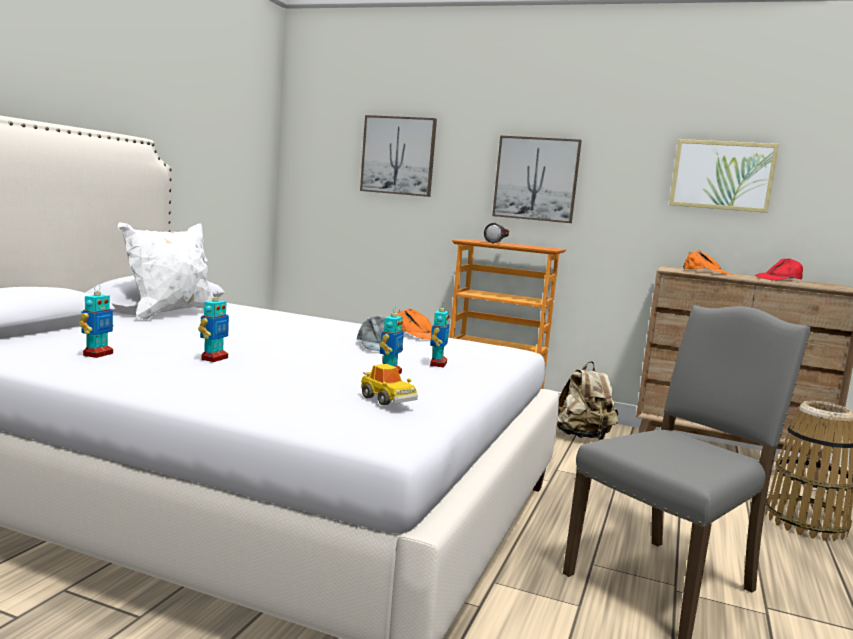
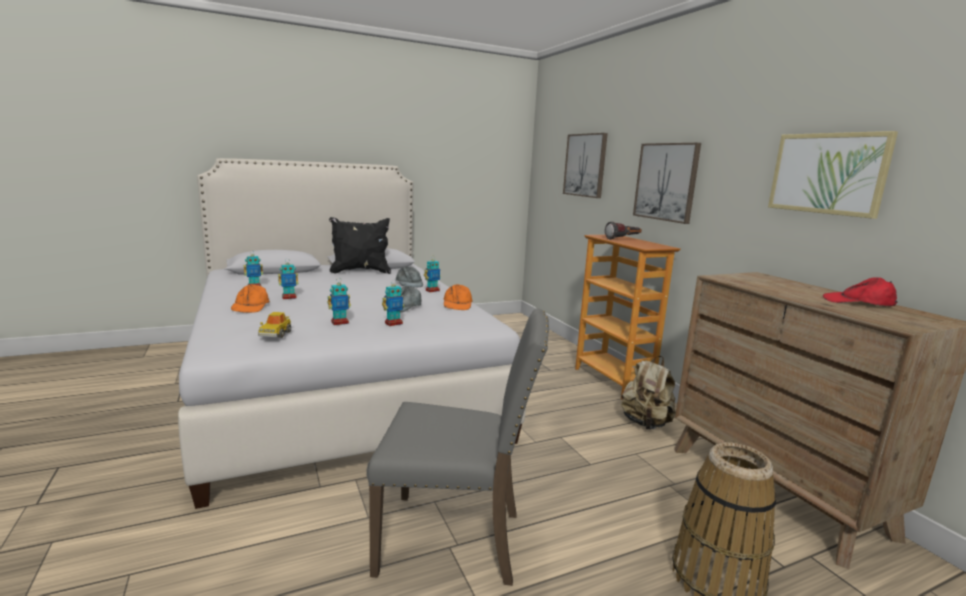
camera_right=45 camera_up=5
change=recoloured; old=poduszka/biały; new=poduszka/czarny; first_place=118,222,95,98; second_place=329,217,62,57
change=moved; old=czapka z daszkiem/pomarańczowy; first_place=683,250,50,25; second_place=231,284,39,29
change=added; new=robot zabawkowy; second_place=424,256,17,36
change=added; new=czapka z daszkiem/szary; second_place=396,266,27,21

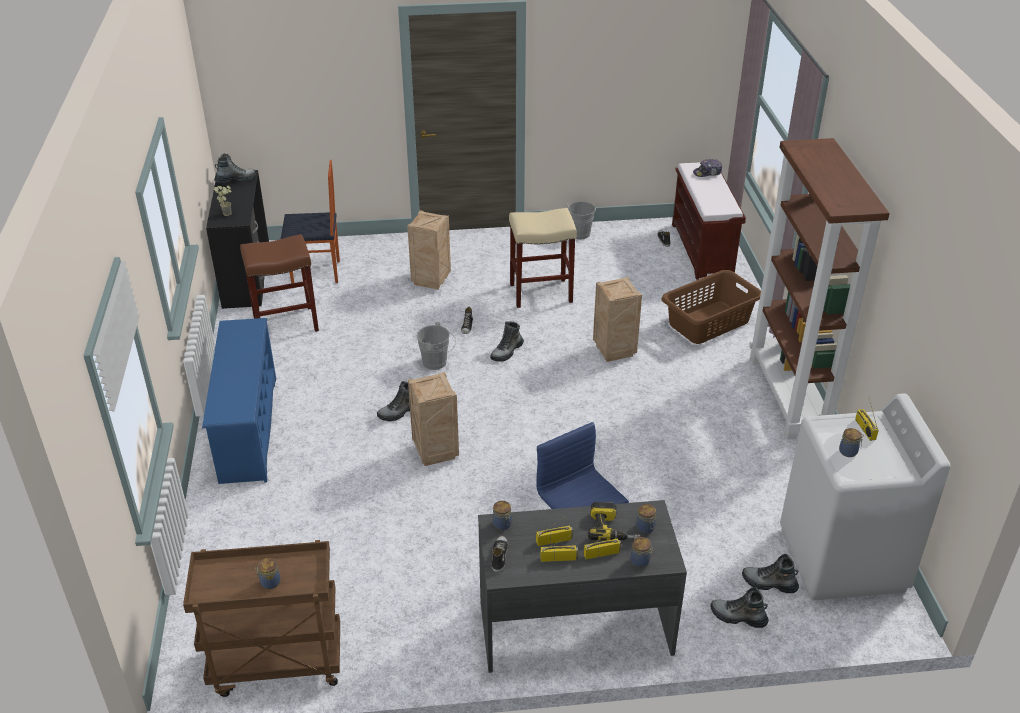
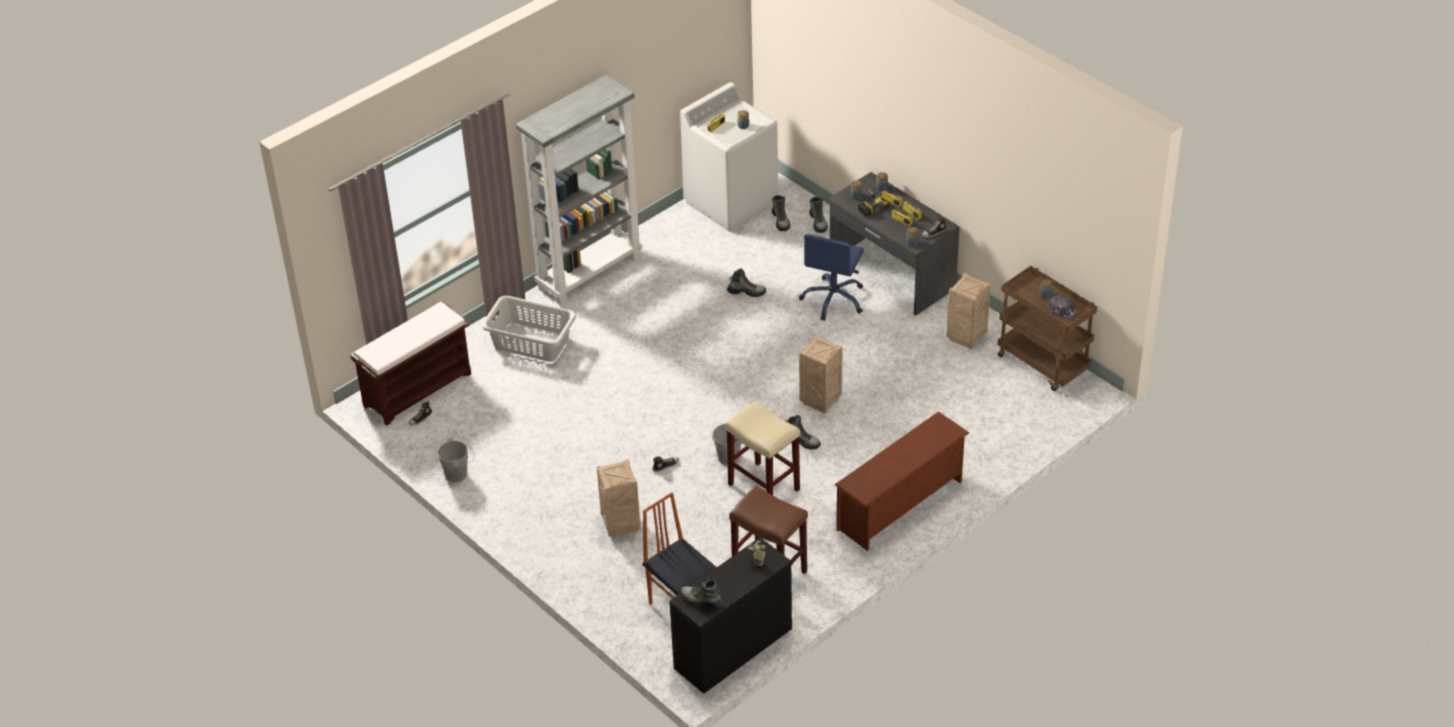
camera_right=-125 camera_up=5
change=recoloured; old=regał/brązowy; new=regał/szary; first_place=749,138,141,302; second_place=516,75,126,231
change=moved; old=czapka z daszkiem; first_place=693,159,29,18; second_place=1047,295,31,24
change=moved; old=stołek/beżowy; first_place=509,208,68,100; second_place=725,401,75,94
change=recoloured; old=kosz na pranie/brązowy; new=kosz na pranie/szary; first_place=661,270,100,74; second_place=482,296,94,66
change=moved; old=skrzynka; first_place=593,277,49,85; second_place=946,273,45,76
change=recoloured; old=regał na buty/niebieski; new=regał na buty/brązowy; first_place=202,318,74,166; second_place=835,411,134,140
change=moved; old=but z cholewką; first_place=490,322,34,40; second_place=727,269,39,28

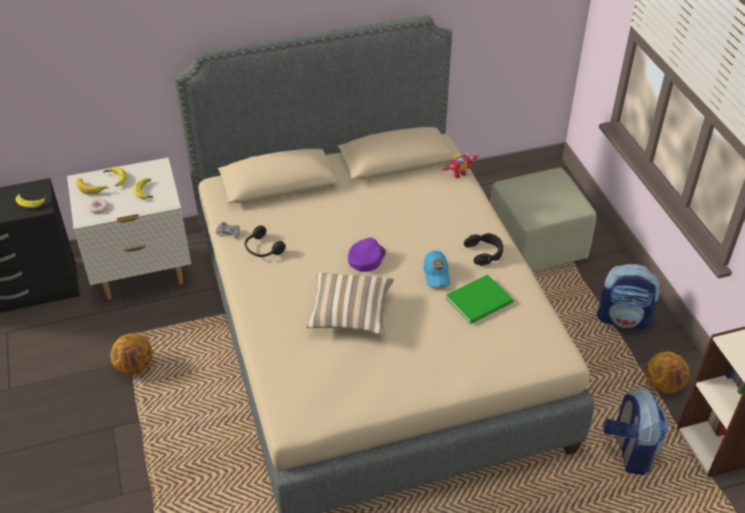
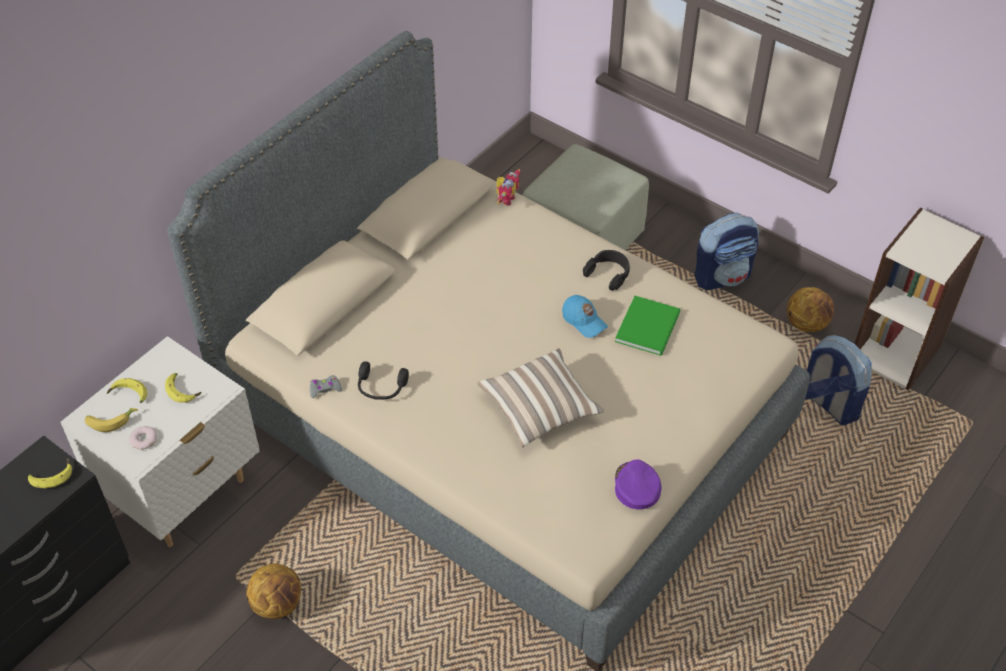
camera_right=-35 camera_up=5
change=moved; old=czapka z daszkiem/fioletowy; first_place=348,238,38,34; second_place=615,460,47,49

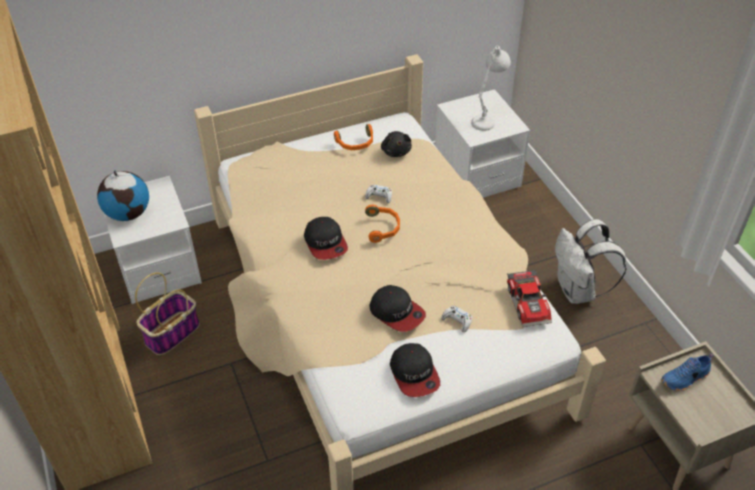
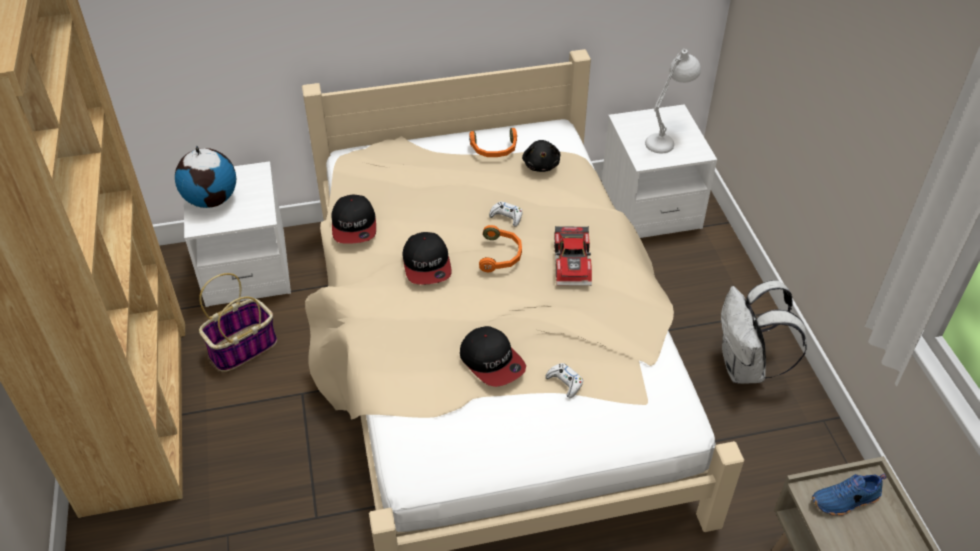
camera_right=10 camera_up=0
change=moved; old=samochodzik; first_place=507,270,45,57; second_place=554,226,38,60
change=moved; old=czapka z daszkiem; first_place=390,343,50,54; second_place=331,195,45,49

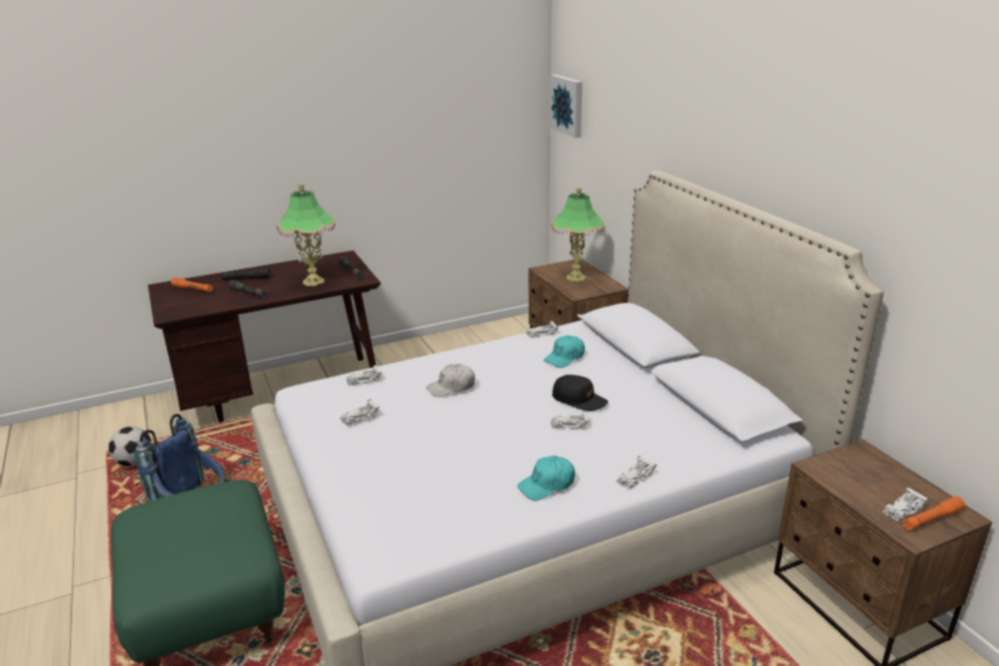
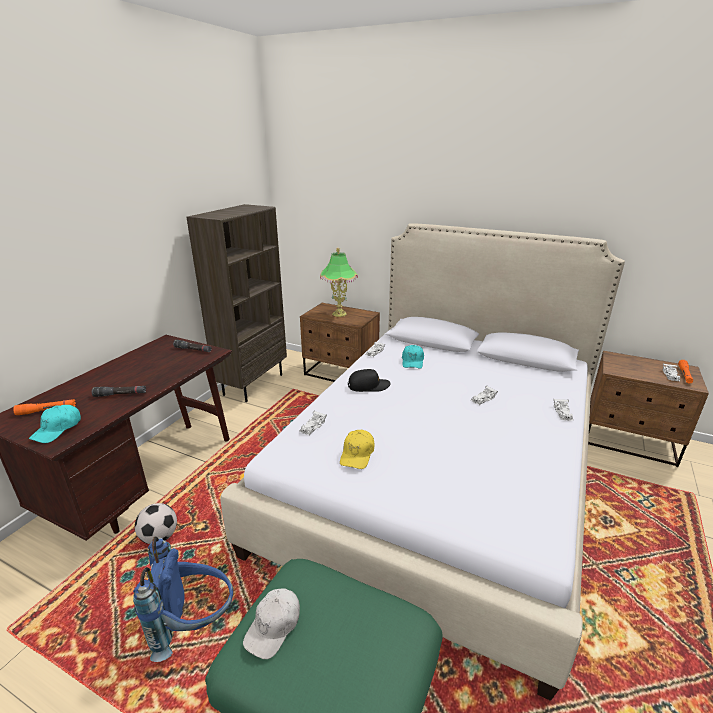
camera_right=-40 camera_up=0
change=removed; old=obraz; first_place=550,75,32,63
change=removed; old=lampa stołowa; first_place=277,184,58,102
change=removed; old=latarka/czarny; first_place=221,268,49,12
change=moved; old=czapka z daszkiem/biały; first_place=426,364,49,33; second_place=243,588,57,71
change=moved; old=czapka z daszkiem/czarny; first_place=552,375,56,36; second_place=348,369,42,23
change=replaced; old=samochodzik/biały; new=czapka z daszkiem/żółty; first_place=340,399,39,27; second_place=340,430,35,39
change=moved; old=piłka futbolowa; first_place=108,426,44,40; second_place=135,503,42,41
change=moved; old=czapka z daszkiem/turkusowy; first_place=517,455,58,46; second_place=29,405,52,38
change=added; new=regał/brązowy; second_place=186,204,101,198

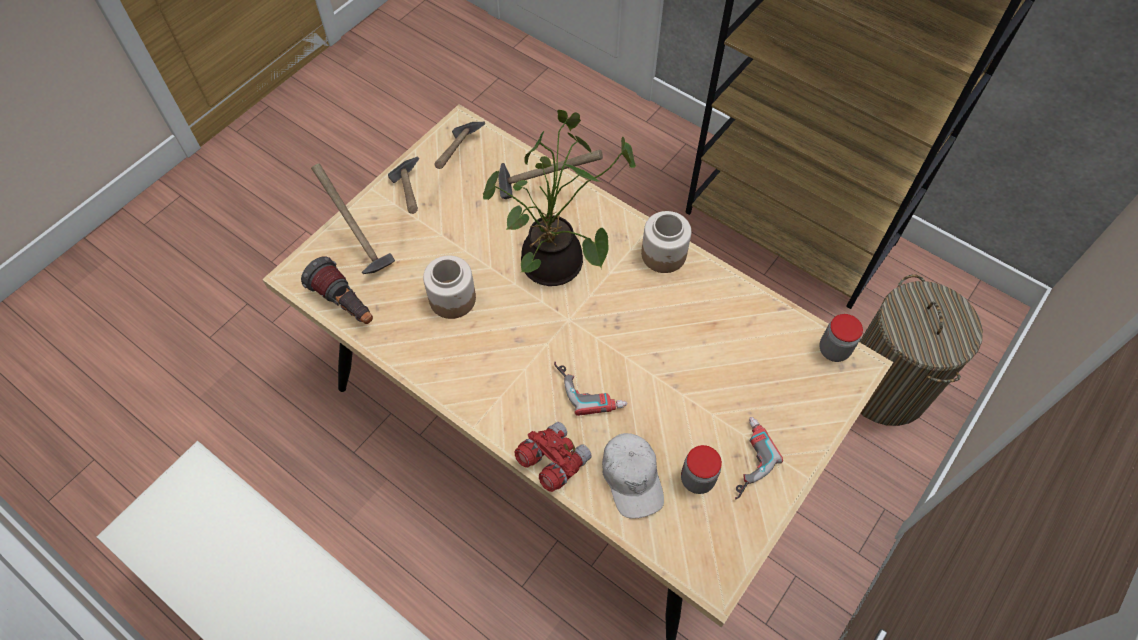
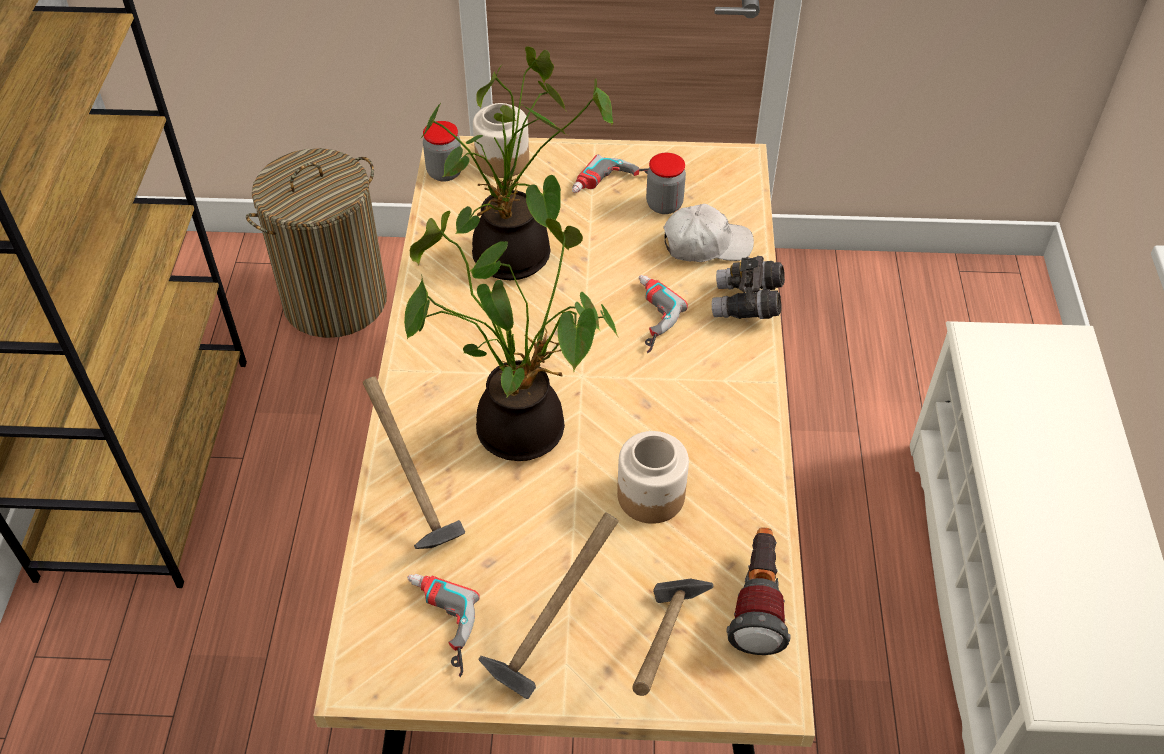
camera_right=-125 camera_up=-10
change=replaced; old=młotek; new=wiertarka; first_place=435,122,50,47; second_place=407,574,73,103
change=moved; old=słoik; first_place=641,211,50,62; second_place=473,103,56,75
change=recoloured; old=lornetka/czerwony; new=lornetka/szary; first_place=515,422,77,70; second_place=712,255,73,64
change=turned; old=czapka z daszkiem/biały; first_place=602,433,62,86; second_place=663,204,91,58; degrees=45
change=added; new=roślina doniczkowa; second_place=421,46,192,234

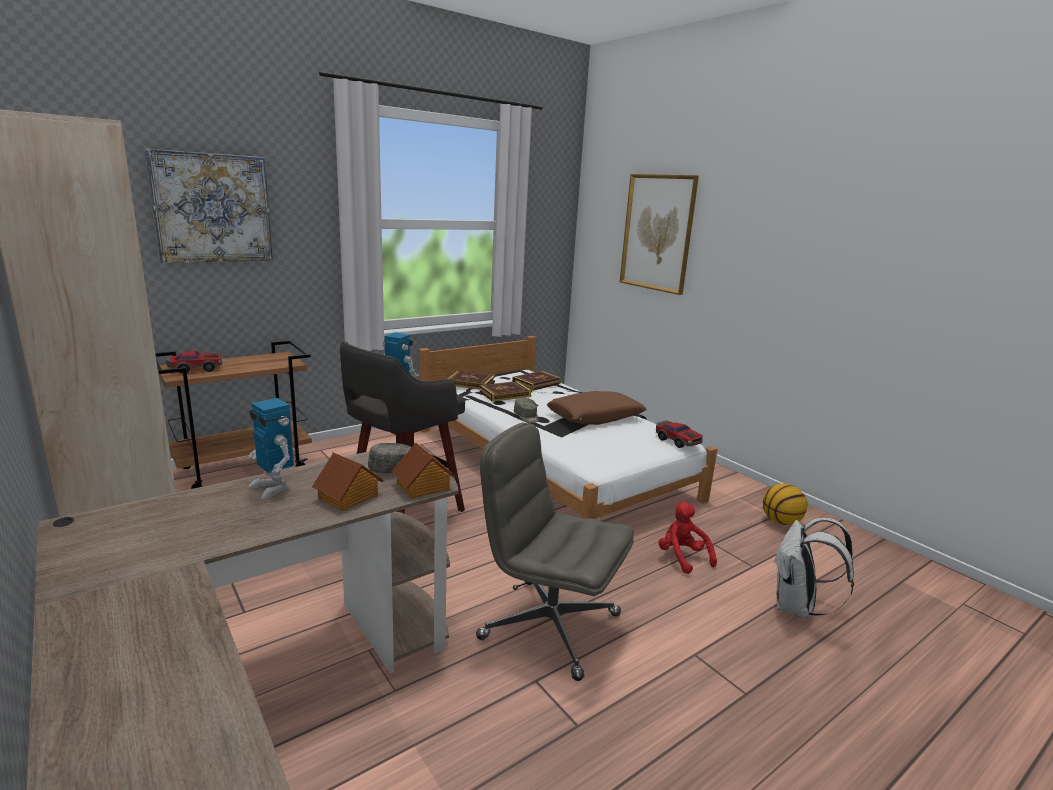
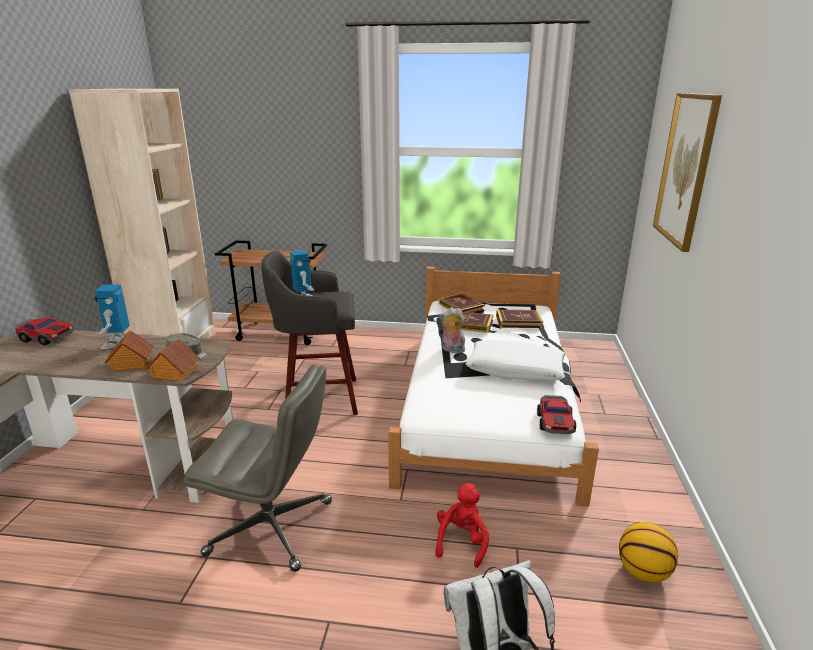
camera_right=45 camera_up=5
change=removed; old=obraz; first_place=145,148,128,115
change=moved; old=samochodzik; first_place=166,351,56,23; second_place=15,318,59,28
change=recoloured; old=poduszka/brązowy; new=poduszka/biały; first_place=547,391,99,34; second_place=466,340,99,41
change=replaced; old=czapka z daszkiem/szary; new=pluszak; first_place=514,397,25,26; second_place=439,307,26,47
change=turned; old=krzesło biurowe/szary; first_place=476,423,158,258; second_place=185,364,147,208; degrees=120

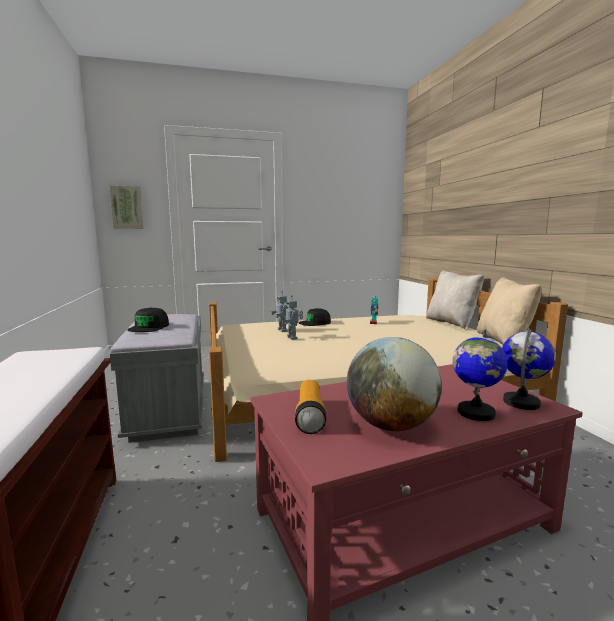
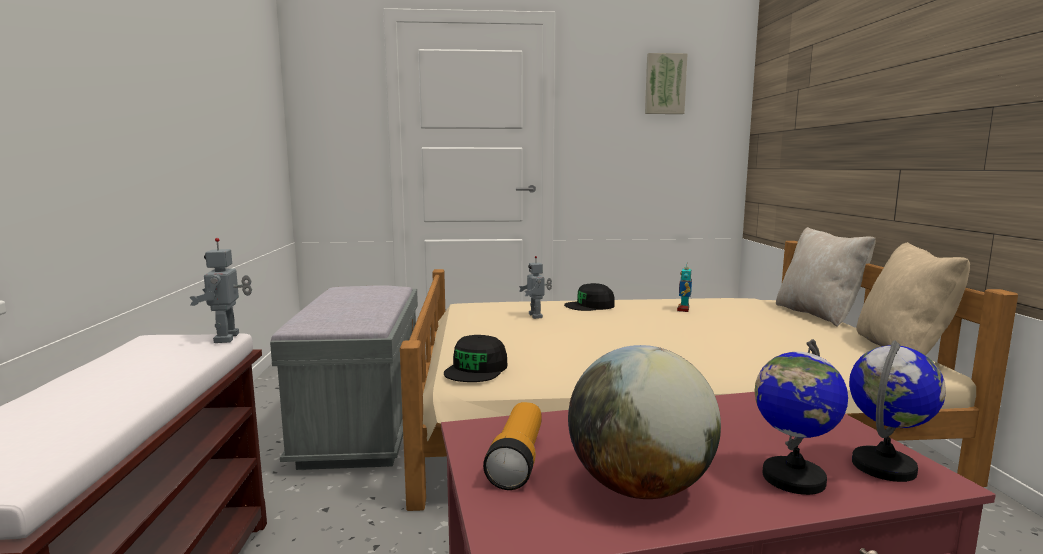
camera_right=10 camera_up=0
change=moved; old=obraz; first_place=109,185,35,44; second_place=645,53,43,61
change=moved; old=robot zabawkowy; first_place=280,295,23,45; second_place=189,238,63,105
change=moved; old=czapka z daszkiem/czarny; first_place=127,308,42,24; second_place=444,335,63,47

